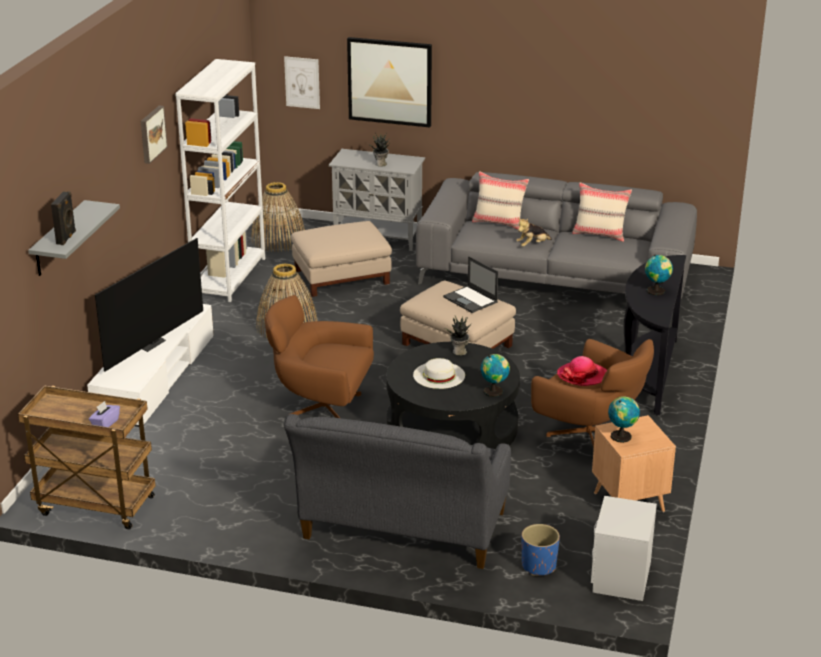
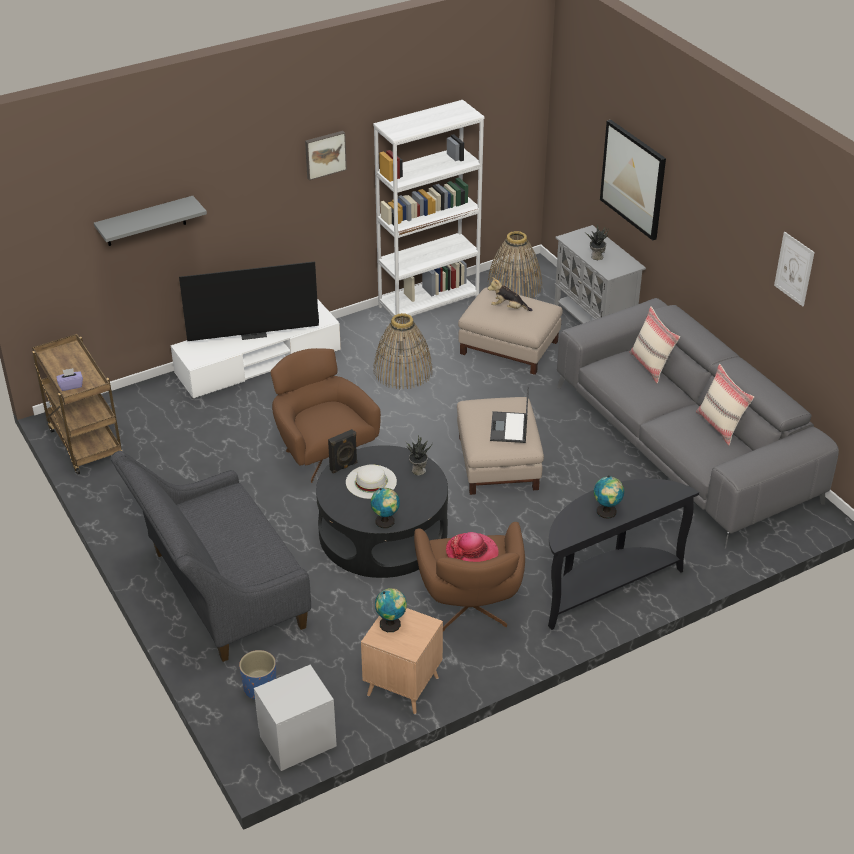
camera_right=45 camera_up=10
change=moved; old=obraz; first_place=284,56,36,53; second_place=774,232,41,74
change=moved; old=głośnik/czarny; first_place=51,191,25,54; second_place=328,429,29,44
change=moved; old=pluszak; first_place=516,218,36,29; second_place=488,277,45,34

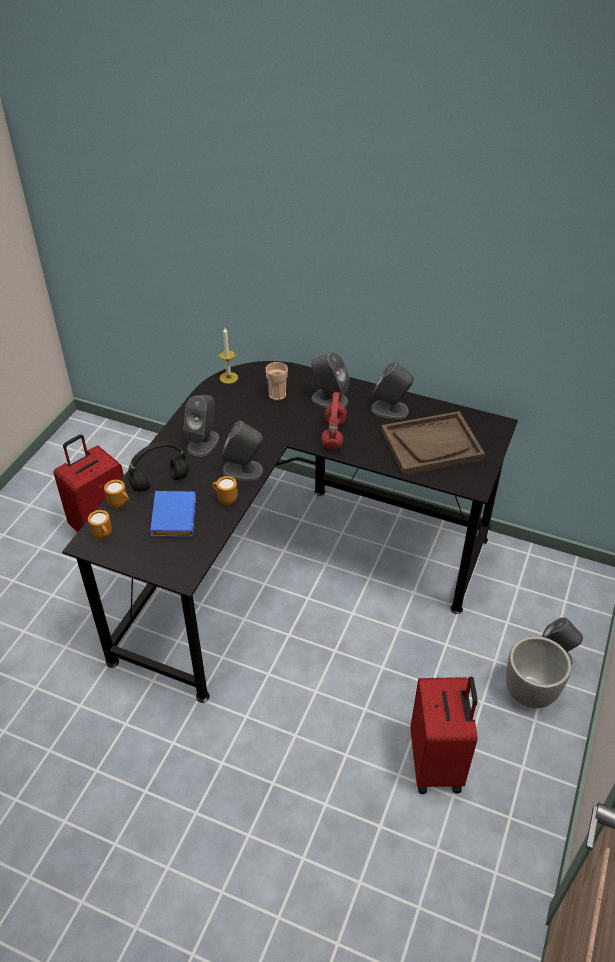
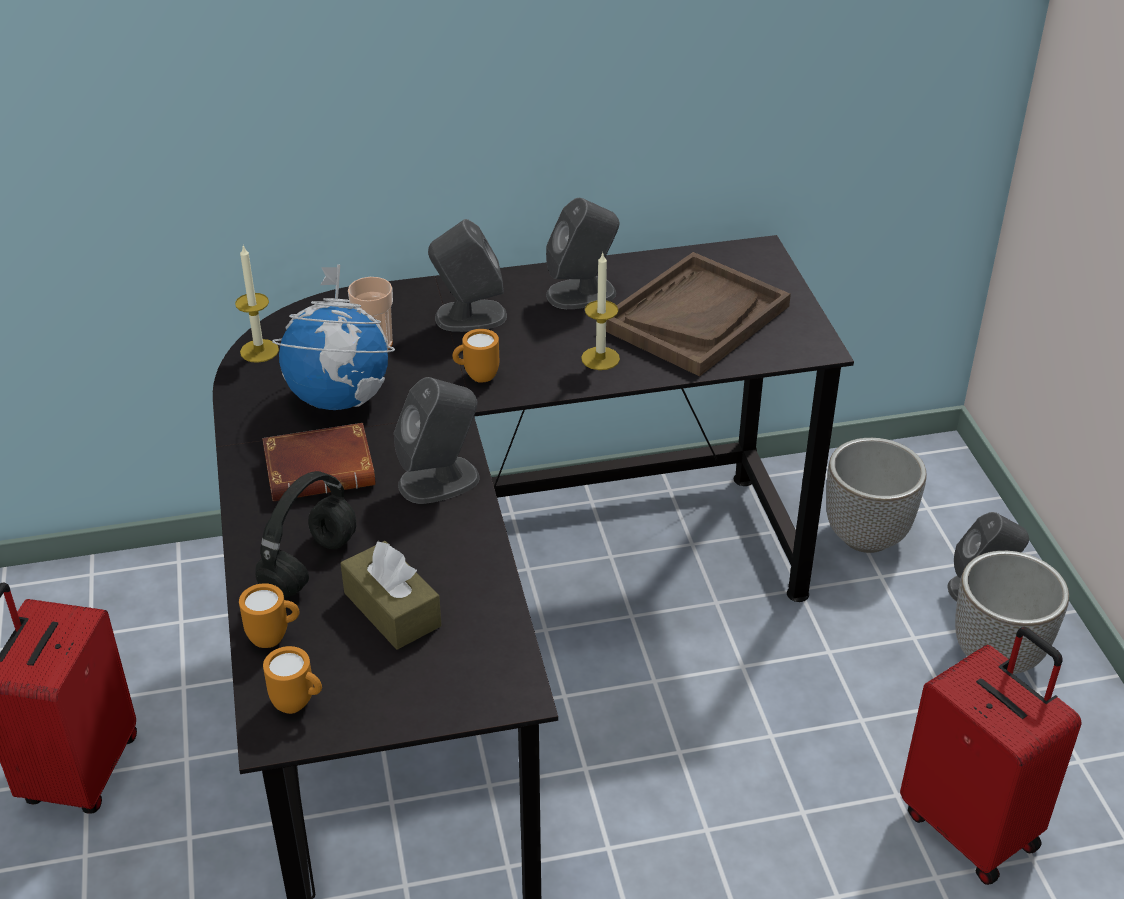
camera_right=-35 camera_up=-5
change=removed; old=słuchawki/czerwony; first_place=321,392,26,59
change=replaced; old=głośnik/szary; new=książka/brązowy; first_place=183,395,37,62; second_place=262,423,114,79
change=moved; old=kubek/pomarańczowy; first_place=212,476,25,30; second_place=452,329,47,54
change=replaced; old=książka/niebieski; new=pudełko chusteczek/brązowy; first_place=150,491,46,46; second_place=341,541,100,109
change=added; new=świeca; second_place=581,252,39,118
change=added; new=globus; second_place=272,265,123,145
change=added; new=donica; second_place=826,438,101,115

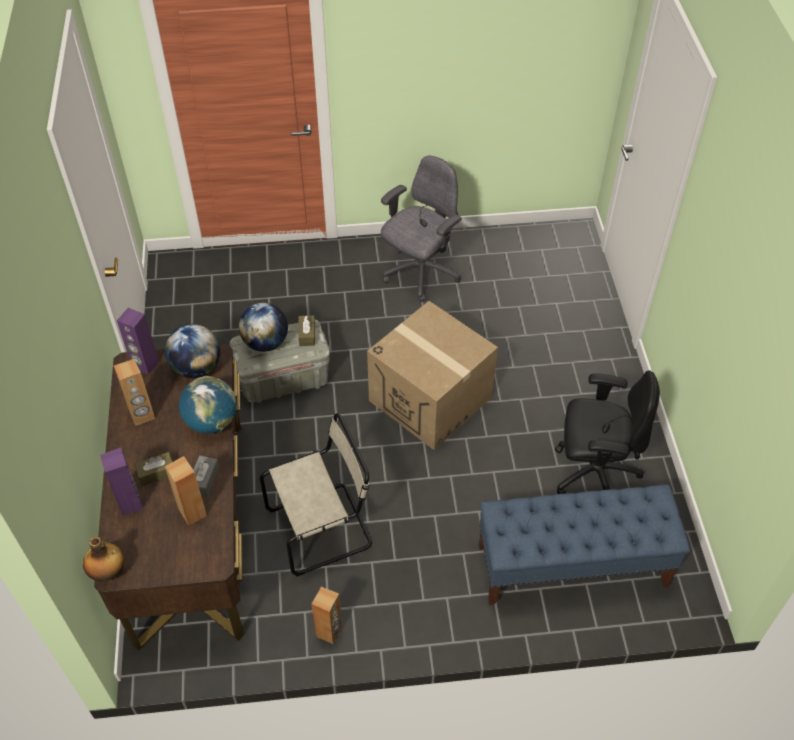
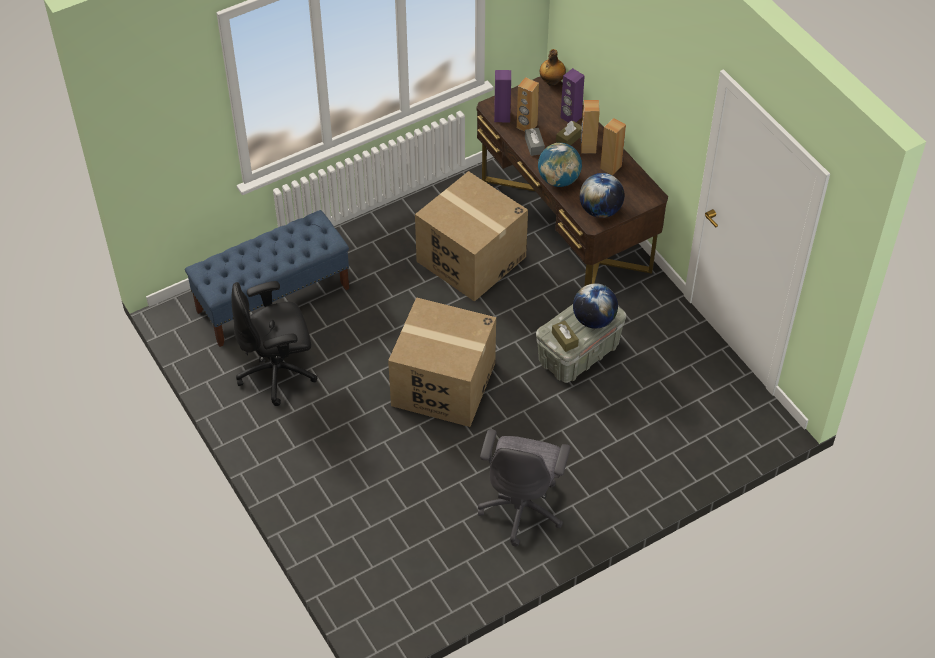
camera_right=155 camera_up=0
change=moved; old=głośnik/fioletowy; first_place=117,308,42,67; second_place=494,70,17,52
change=replaced; old=krzesło/beżowy; new=karton; first_place=260,413,112,163; second_place=415,171,113,131
change=moved; old=głośnik/brązowy; first_place=311,587,31,57; second_place=581,100,19,54

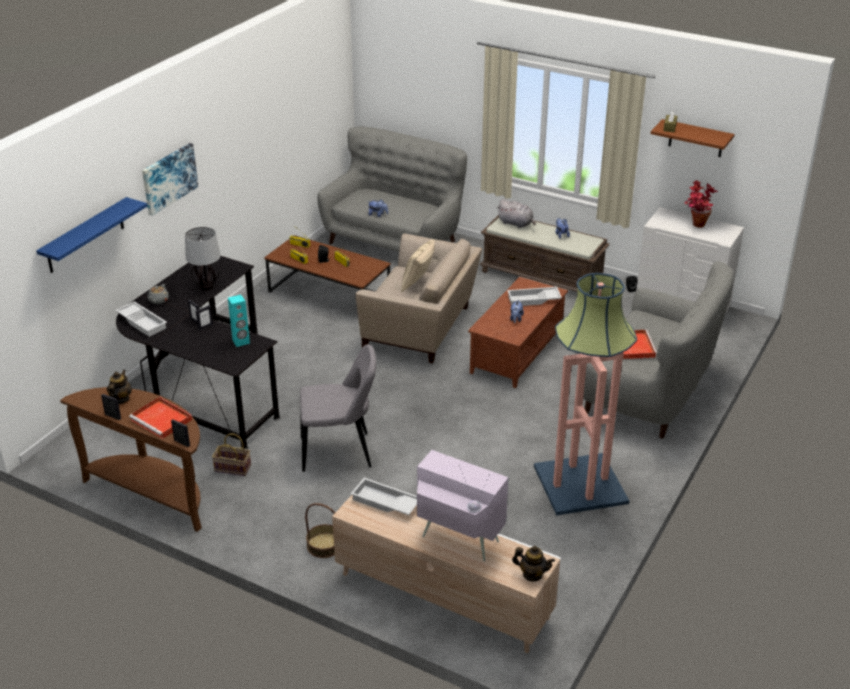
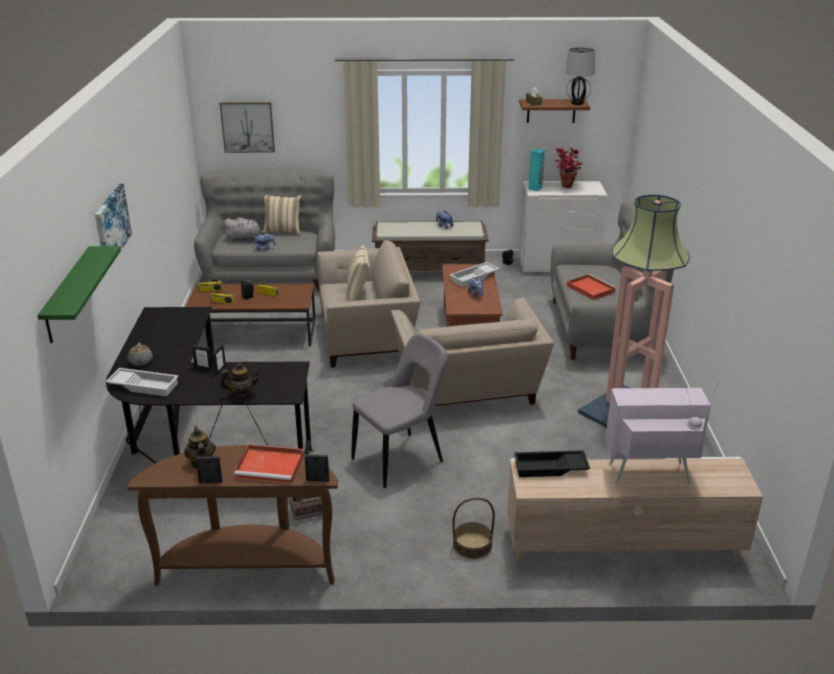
camera_right=-30 camera_up=-5
change=recoloured; old=półka/niebieski; new=półka/zielony; first_place=36,197,111,76; second_place=37,246,84,97
change=moved; old=pluszak/szary; first_place=497,199,39,29; second_place=223,217,42,26
change=moved; old=lampa stołowa; first_place=185,227,35,64; second_place=565,47,30,58
change=moved; old=głośnik/turkusowy; first_place=228,295,22,52; second_place=528,149,17,42
change=recoloured; old=taca/biały; new=taca/czarny; first_place=351,478,66,37; second_place=514,450,76,27
change=moved; old=imbryk; first_place=512,546,43,35; second_place=220,363,40,36
change=added; new=obraz; second_place=219,102,56,51
change=added; new=poduszka/beżowy; second_place=263,195,38,40
change=added; new=fotel/beżowy; second_place=391,297,163,109

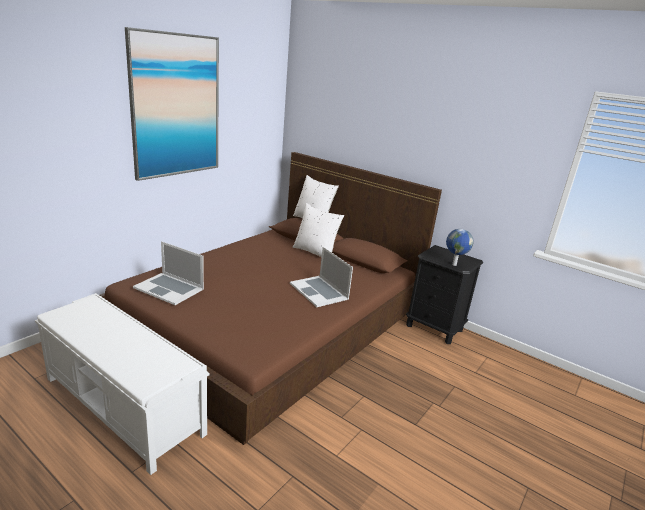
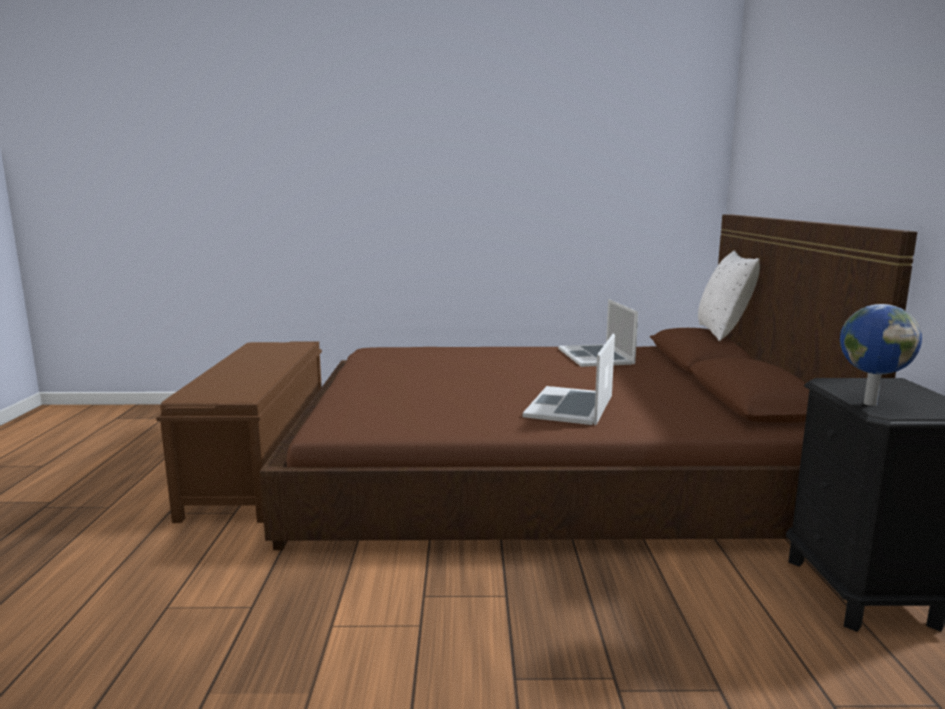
camera_right=55 camera_up=-10
change=removed; old=obraz; first_place=125,27,94,154
change=removed; old=poduszka/biały; first_place=293,203,51,54
change=moved; old=laptop; first_place=133,241,71,64; second_place=558,299,80,68
change=recoloured; old=ławka/biały; new=ławka/brązowy; first_place=35,293,174,182; second_place=156,341,166,182

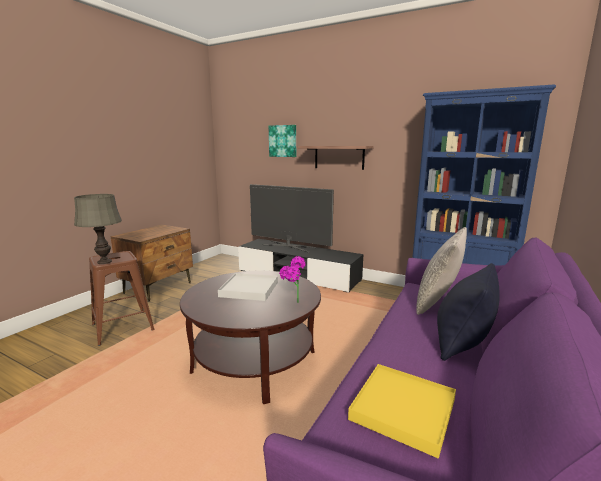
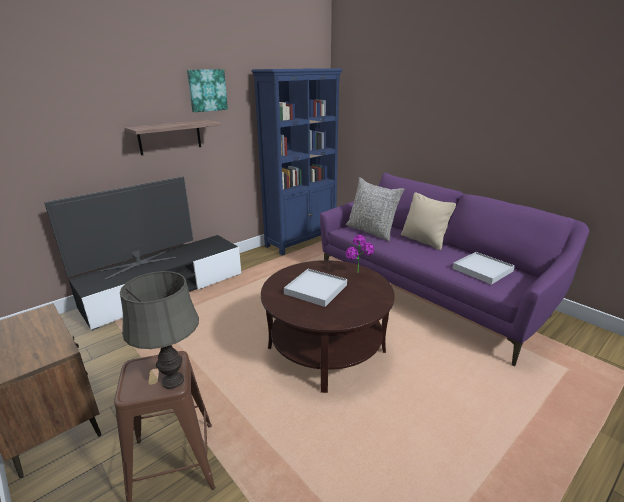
camera_right=-70 camera_up=10
change=moved; old=obraz; first_place=269,125,27,32; second_place=187,69,41,43
change=recoloured; old=poduszka/czarny; new=poduszka/beżowy; first_place=437,263,63,98; second_place=401,192,55,58
change=recoloured; old=taca/żółty; new=taca/biały; first_place=348,364,108,95; second_place=453,252,62,33

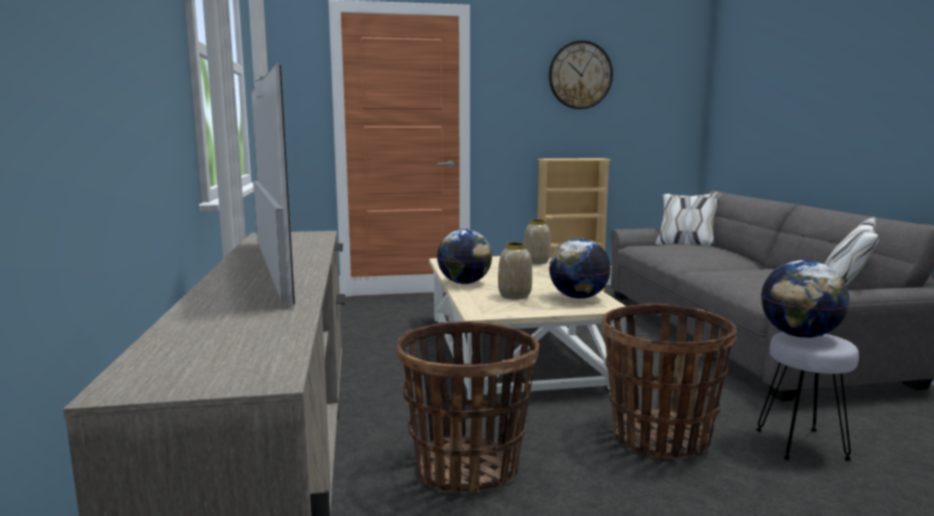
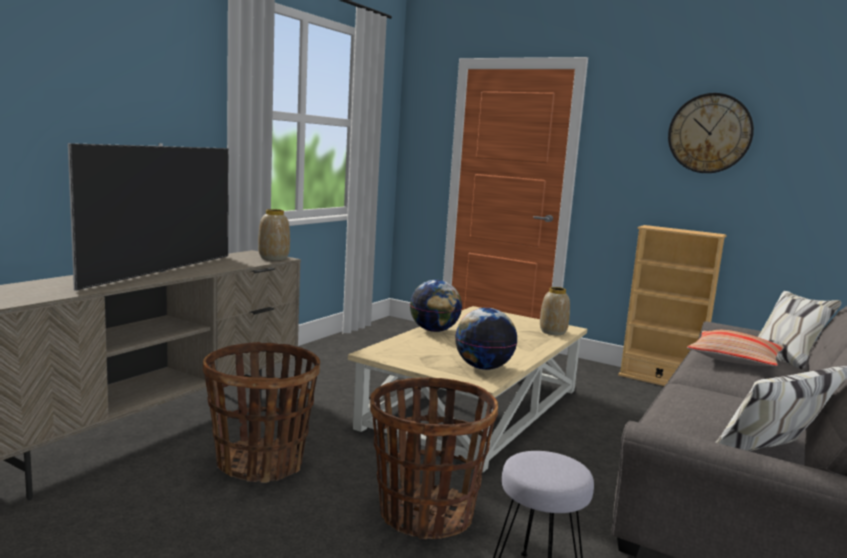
camera_right=40 camera_up=0
change=moved; old=wazon; first_place=498,242,34,57; second_place=258,209,32,52
change=removed; old=globus; first_place=761,260,89,78
change=added; new=poduszka; second_place=687,330,97,36

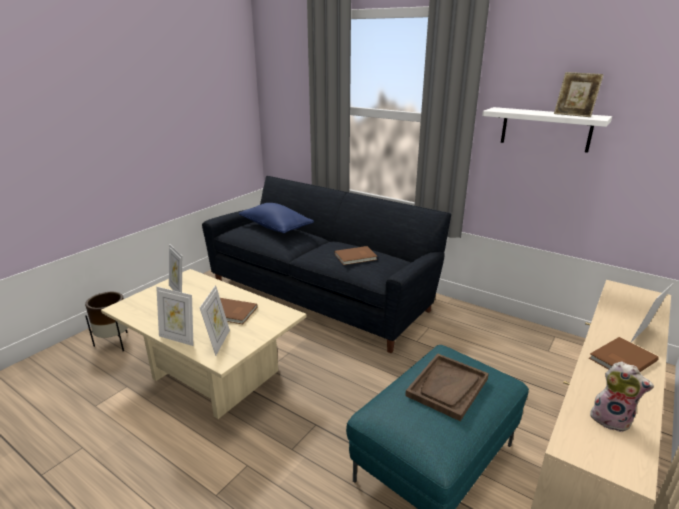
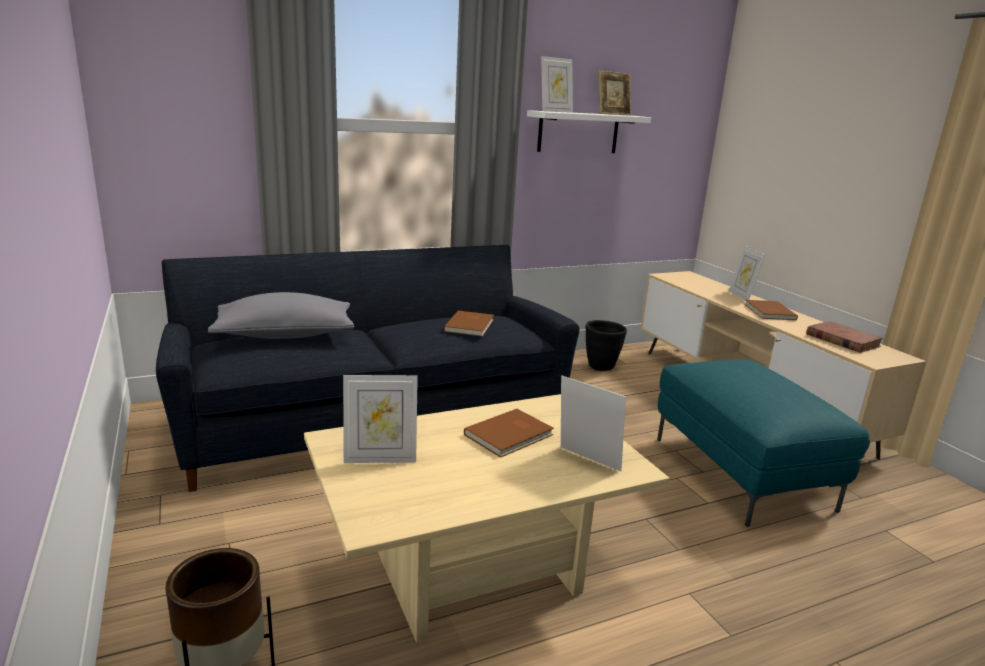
camera_right=-60 camera_up=-5
change=recoloured; old=poduszka/niebieski; new=poduszka/szary; first_place=239,203,75,30; second_place=208,292,146,47
change=moved; old=ramka na zdjęcie; first_place=156,287,37,59; second_place=541,56,32,57
change=removed; old=taca/brązowy; first_place=405,354,84,67
change=replaced; old=pluszak; new=książka/brązowy; first_place=590,361,64,72; second_place=806,321,77,32
change=added; new=donica/czarny; second_place=586,320,41,51

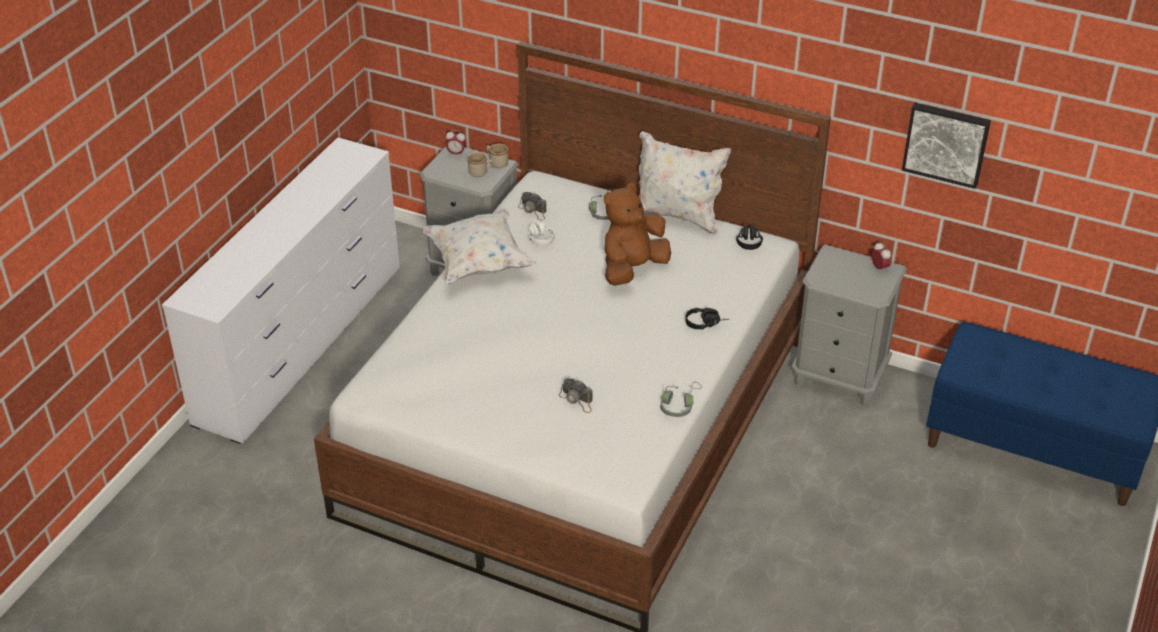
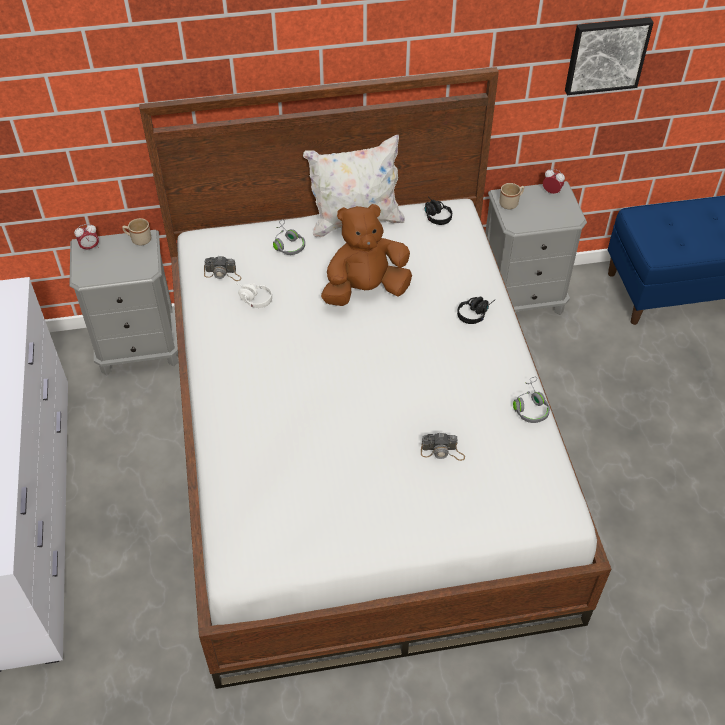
camera_right=-35 camera_up=10
change=moved; old=kubek/beżowy; first_place=467,152,26,25; second_place=499,183,25,26
change=turned; old=pluszak/brązowy; first_place=604,183,67,103; second_place=321,204,91,102; degrees=60
change=removed; old=poduszka/biały; first_place=423,210,113,74

